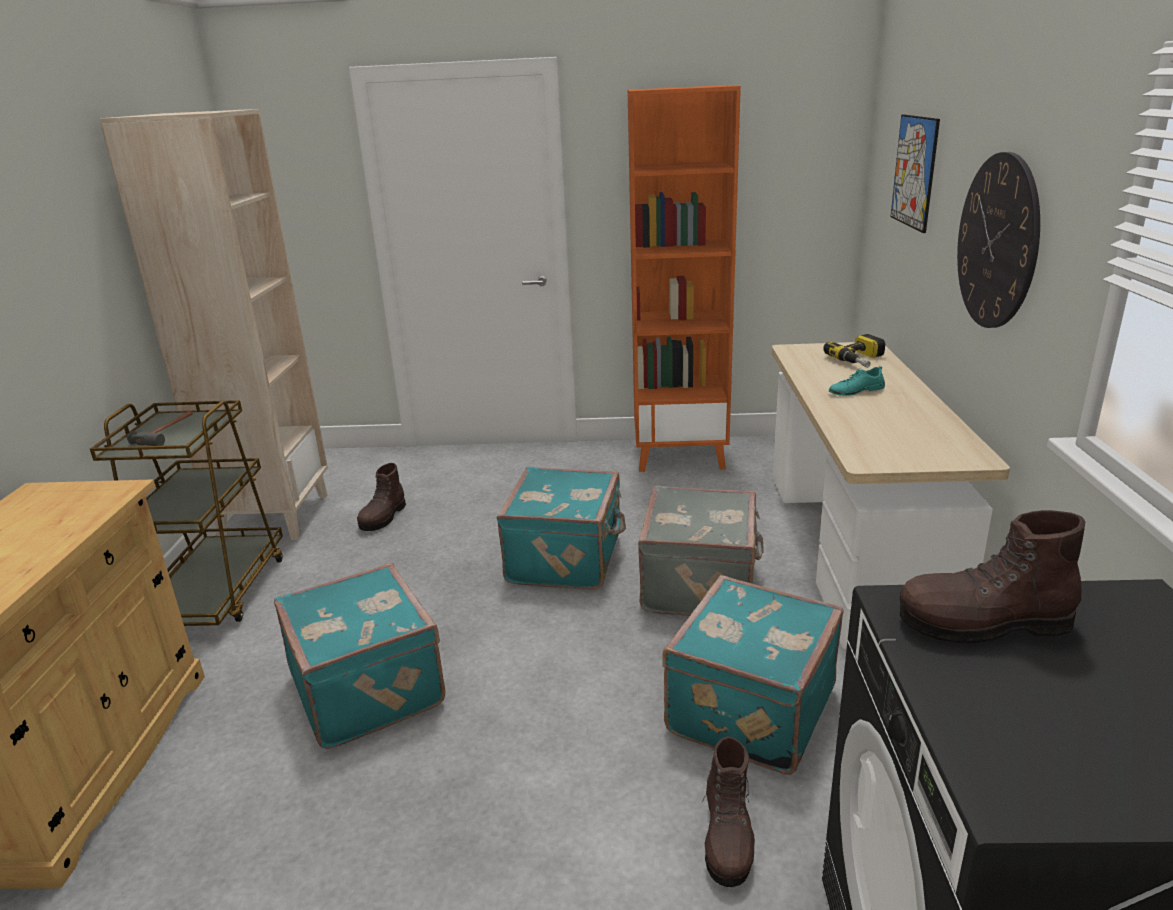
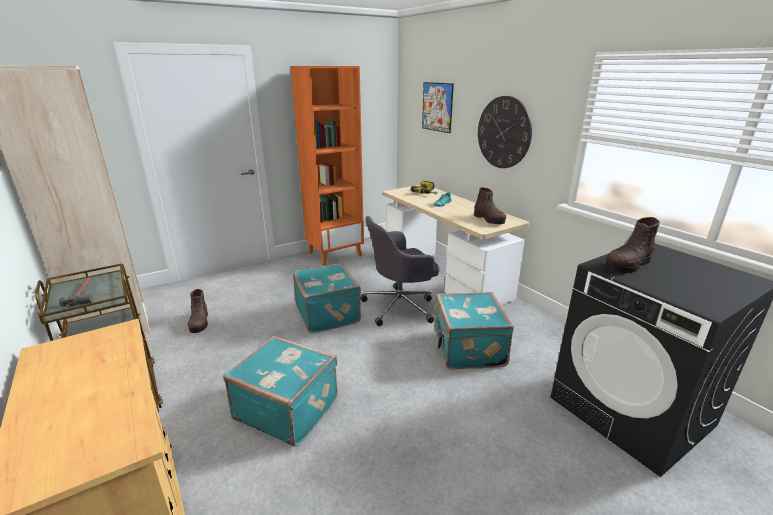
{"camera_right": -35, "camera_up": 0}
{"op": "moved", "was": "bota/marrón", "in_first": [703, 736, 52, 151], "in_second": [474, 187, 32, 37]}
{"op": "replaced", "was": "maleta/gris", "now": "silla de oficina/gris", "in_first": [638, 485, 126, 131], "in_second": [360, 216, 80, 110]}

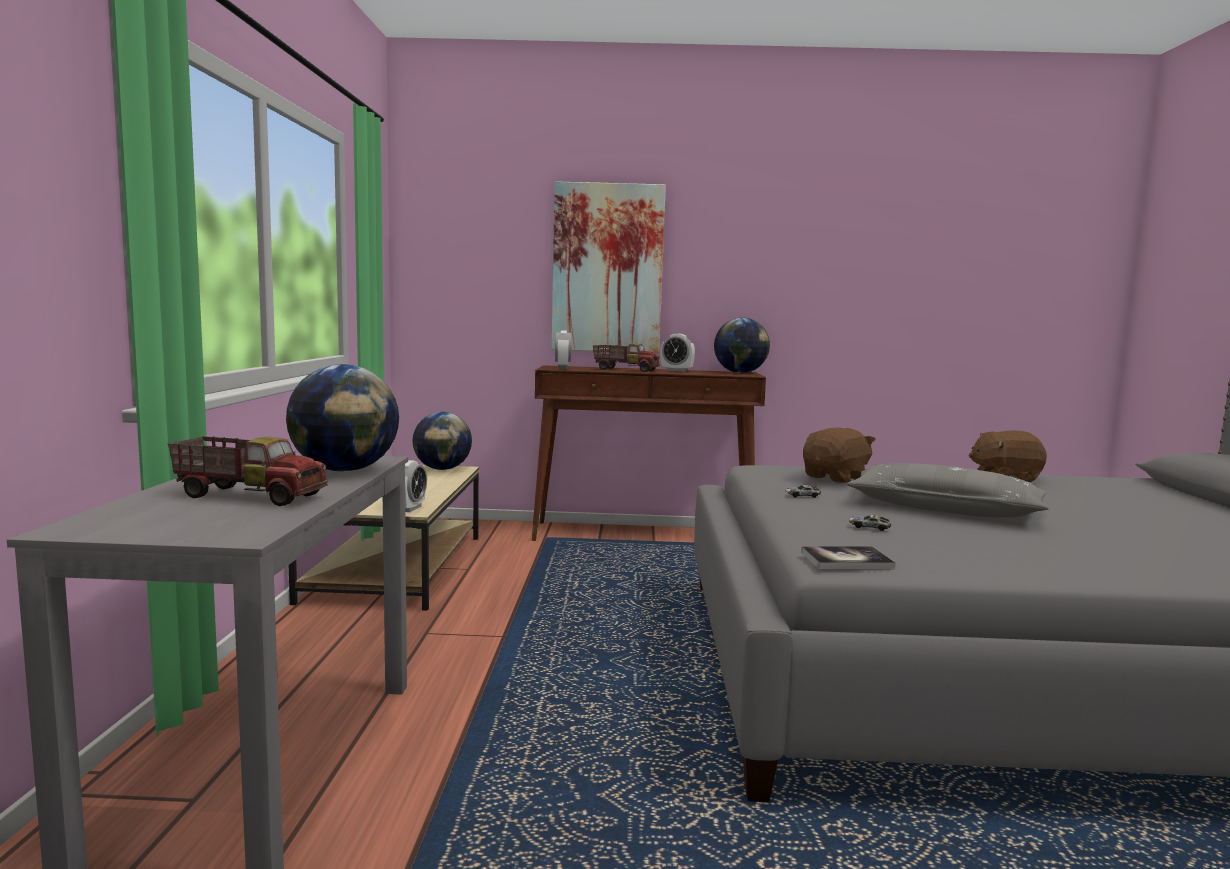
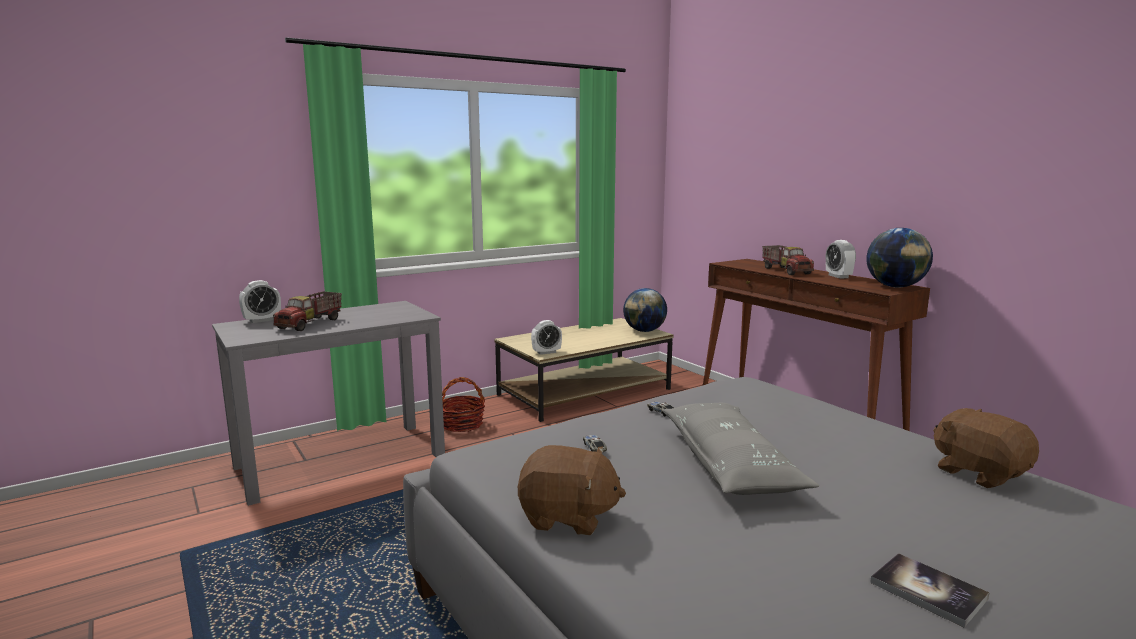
{"camera_right": 55, "camera_up": 5}
{"op": "removed", "was": "globo terráqueo", "in_first": [286, 364, 113, 108]}
{"op": "removed", "was": "cuadro", "in_first": [552, 181, 114, 172]}
{"op": "added", "now": "cesta", "in_second": [442, 377, 43, 55]}
{"op": "moved", "was": "despertador", "in_first": [555, 330, 16, 39], "in_second": [239, 280, 42, 43]}
{"op": "moved", "was": "libro", "in_first": [801, 546, 94, 23], "in_second": [870, 553, 119, 74]}
{"op": "moved", "was": "peluche/marrón", "in_first": [803, 428, 73, 55], "in_second": [518, 445, 108, 90]}
{"op": "turned", "was": "camión de juguete", "in_first": [168, 436, 160, 70], "in_second": [273, 291, 69, 40], "clockwise": 45}

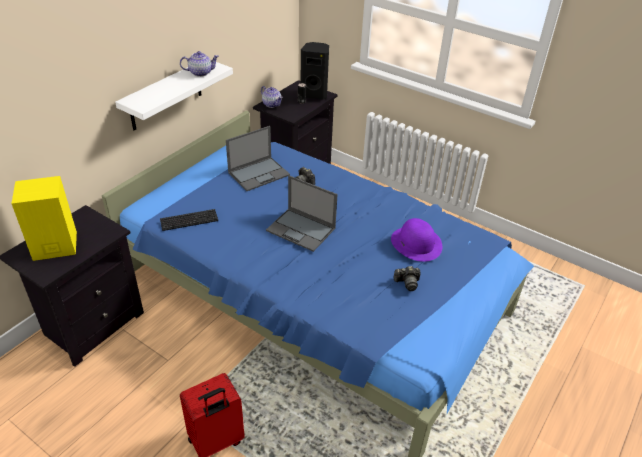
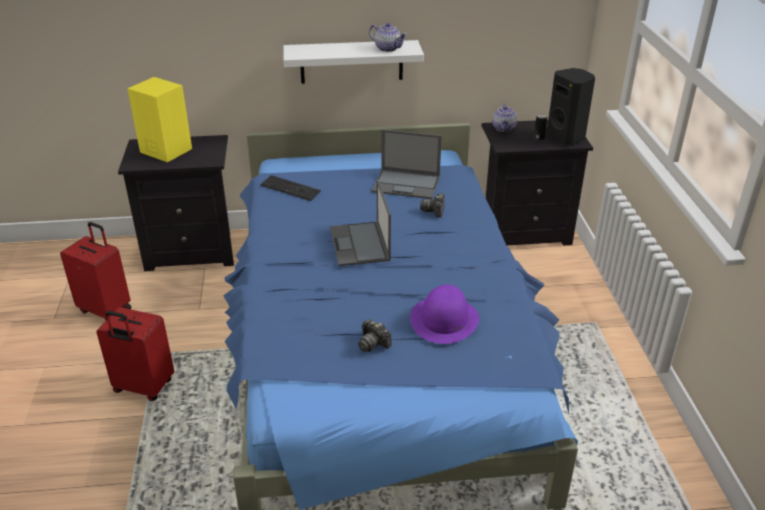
{"camera_right": 50, "camera_up": -5}
{"op": "added", "now": "maleta/rojo", "in_second": [60, 222, 71, 98]}

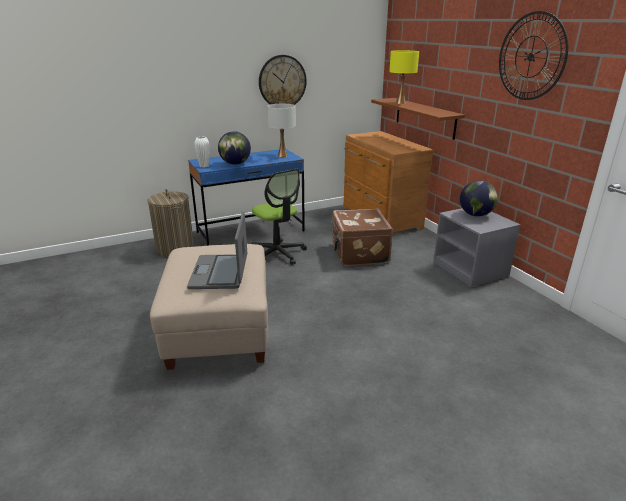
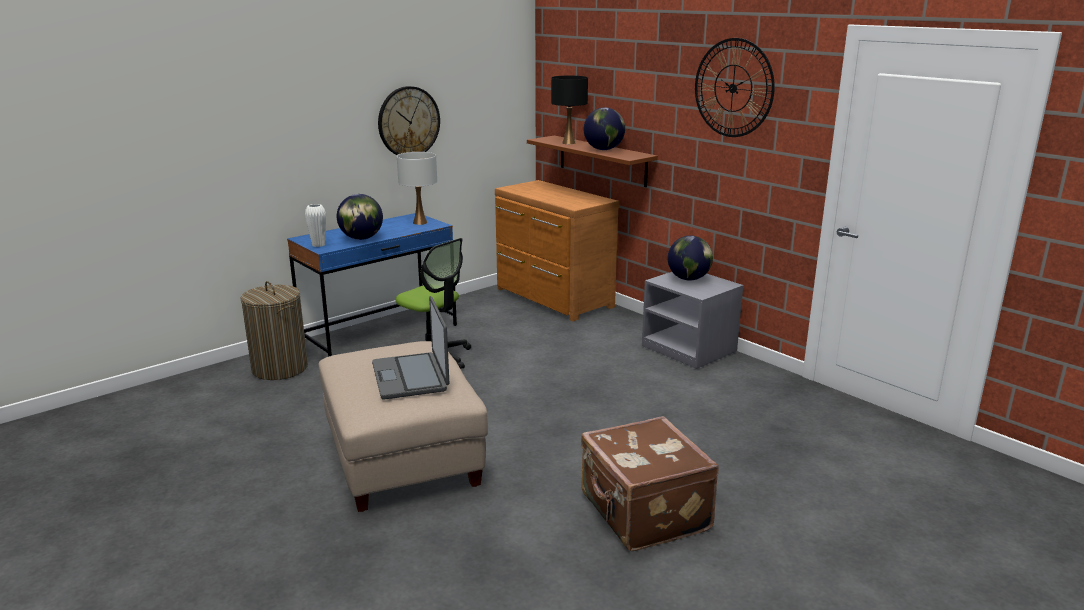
{"camera_right": -15, "camera_up": -5}
{"op": "added", "now": "globo terráqueo", "in_second": [584, 107, 41, 43]}
{"op": "moved", "was": "maleta/marrón", "in_first": [331, 209, 62, 57], "in_second": [581, 416, 138, 135]}
{"op": "recoloured", "was": "lámpara de mesa/amarillo", "now": "lámpara de mesa/negro", "in_first": [389, 50, 30, 54], "in_second": [551, 76, 37, 68]}

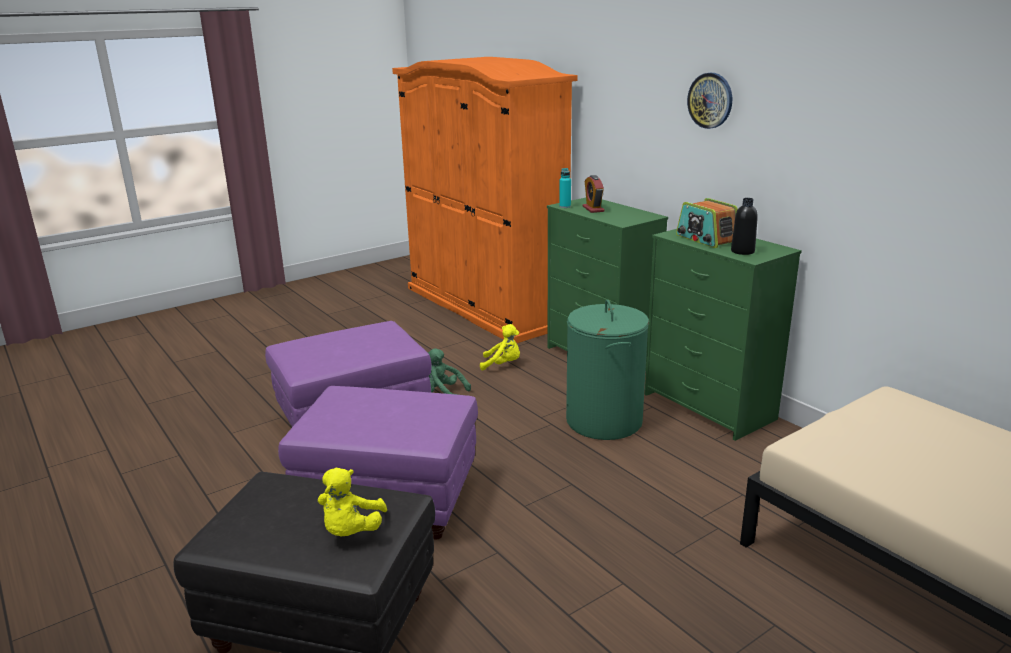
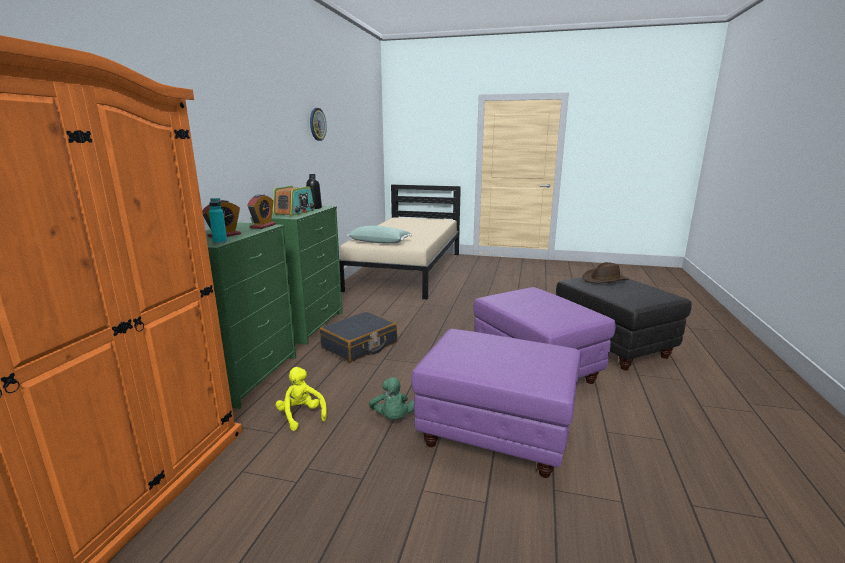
{"camera_right": -130, "camera_up": -5}
{"op": "added", "now": "despertador", "in_second": [247, 194, 29, 35]}
{"op": "added", "now": "cojín/verde", "in_second": [347, 226, 65, 18]}
{"op": "moved", "was": "reloj de pared", "in_first": [687, 73, 45, 56], "in_second": [310, 108, 17, 33]}
{"op": "replaced", "was": "peluche/amarillo", "now": "sombrero/marrón", "in_first": [318, 468, 69, 68], "in_second": [582, 262, 47, 21]}
{"op": "replaced", "was": "cesto de la ropa/verde", "now": "maleta/negro", "in_first": [566, 299, 83, 141], "in_second": [319, 311, 78, 51]}

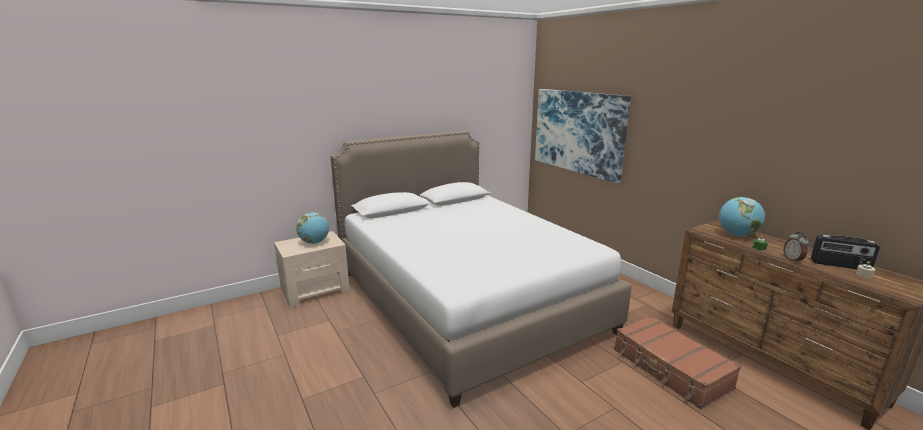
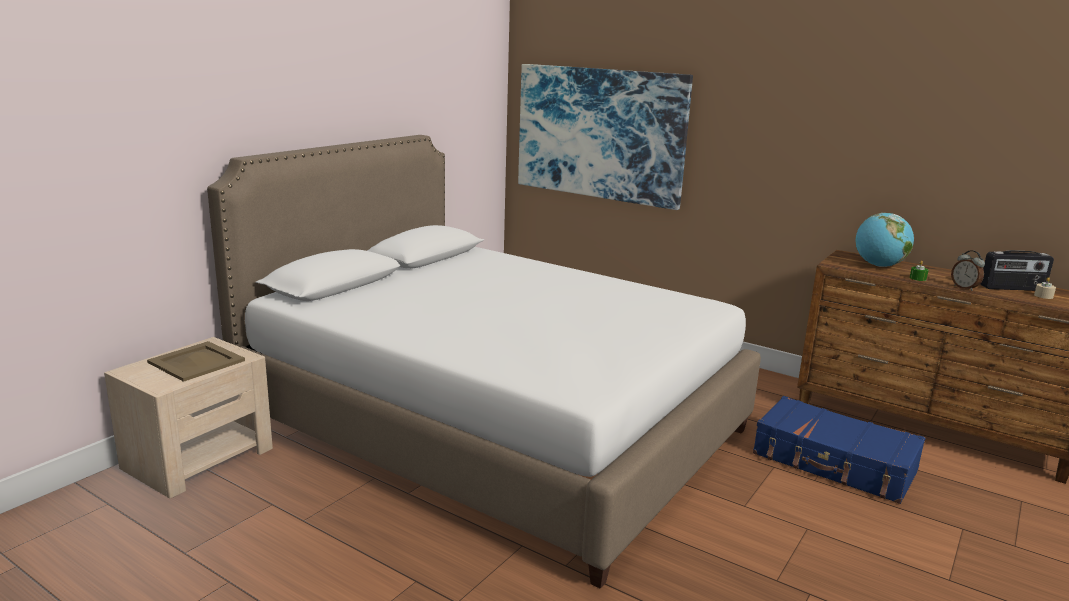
{"camera_right": -25, "camera_up": 0}
{"op": "replaced", "was": "globo terráqueo", "now": "bandeja/beis", "in_first": [296, 212, 33, 32], "in_second": [147, 341, 98, 41]}
{"op": "recoloured", "was": "maleta/marrón", "now": "maleta/azul", "in_first": [614, 316, 127, 93], "in_second": [753, 396, 172, 108]}

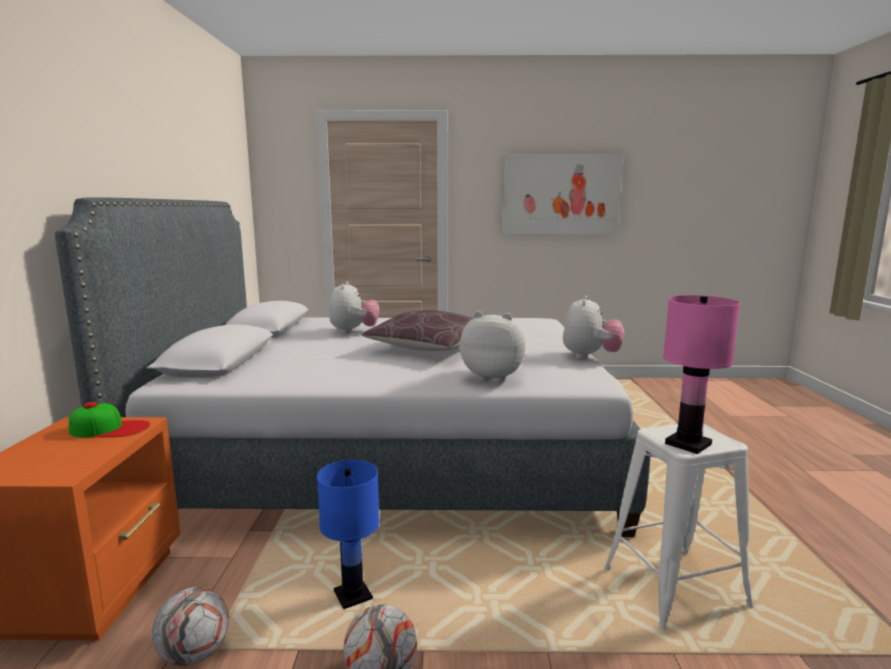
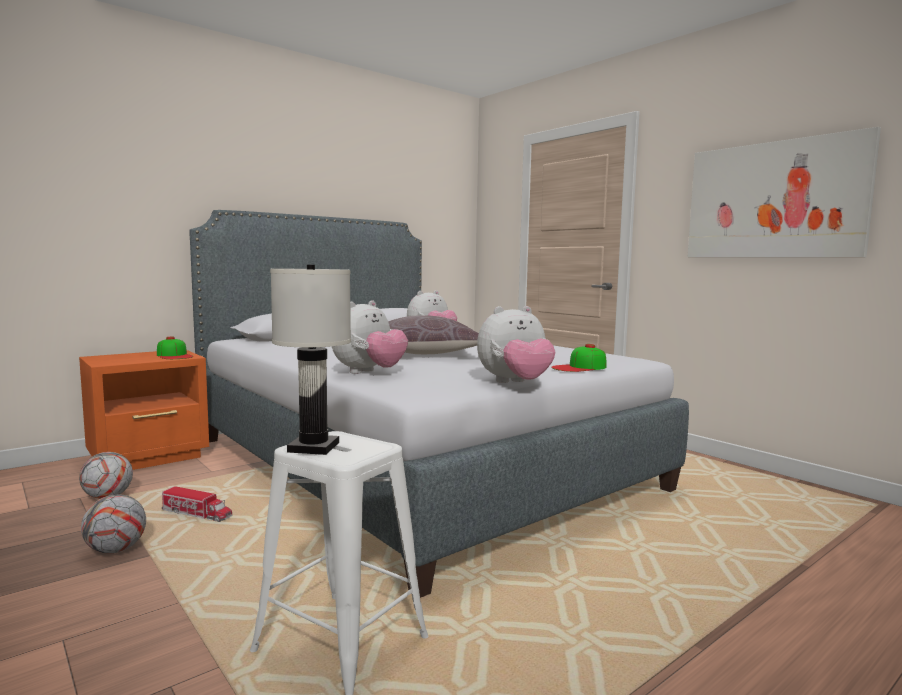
{"camera_right": 50, "camera_up": -5}
{"op": "added", "now": "gorra", "in_second": [551, 344, 56, 28]}
{"op": "replaced", "was": "lámpara de mesa/azul", "now": "camión de juguete", "in_first": [317, 460, 63, 149], "in_second": [162, 486, 70, 36]}
{"op": "recoloured", "was": "lámpara de mesa/rosa", "now": "lámpara de mesa/blanco", "in_first": [663, 295, 77, 159], "in_second": [270, 265, 81, 190]}
{"op": "turned", "was": "peluche", "in_first": [460, 311, 65, 72], "in_second": [332, 300, 76, 74], "clockwise": 60}

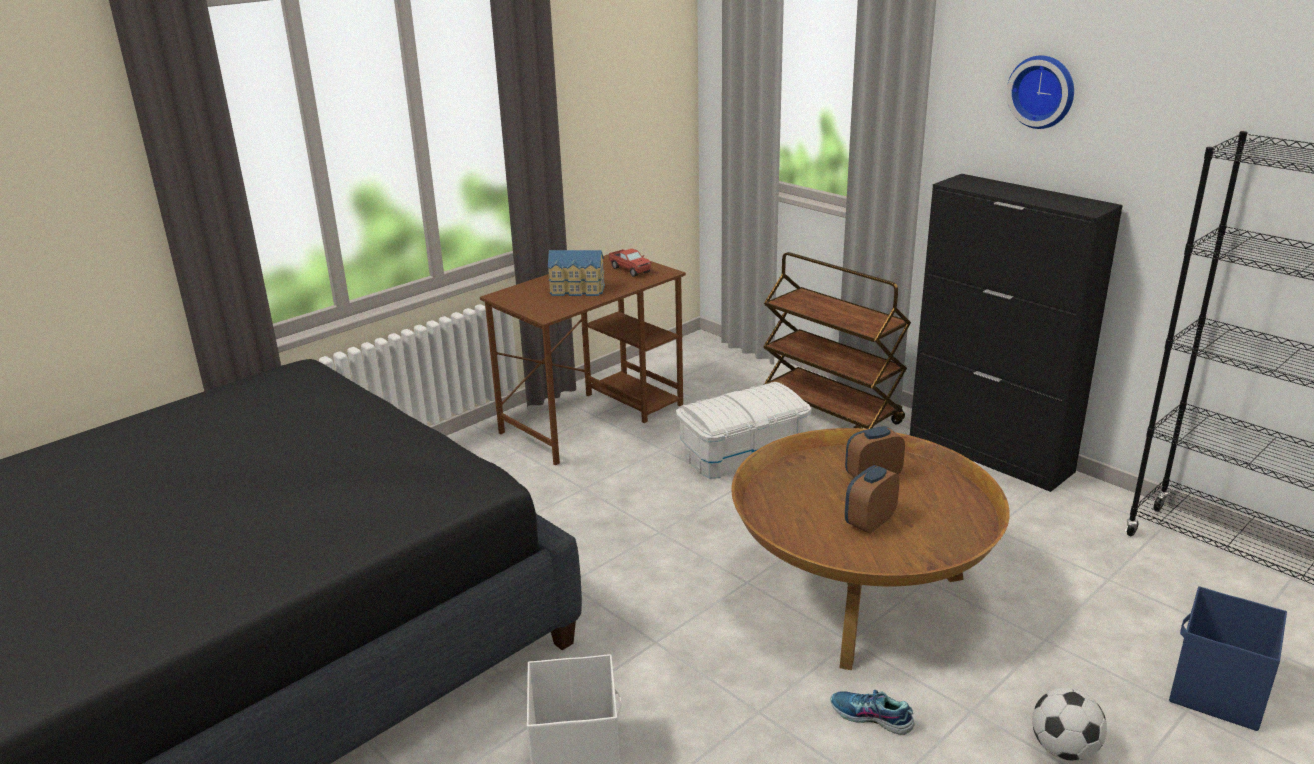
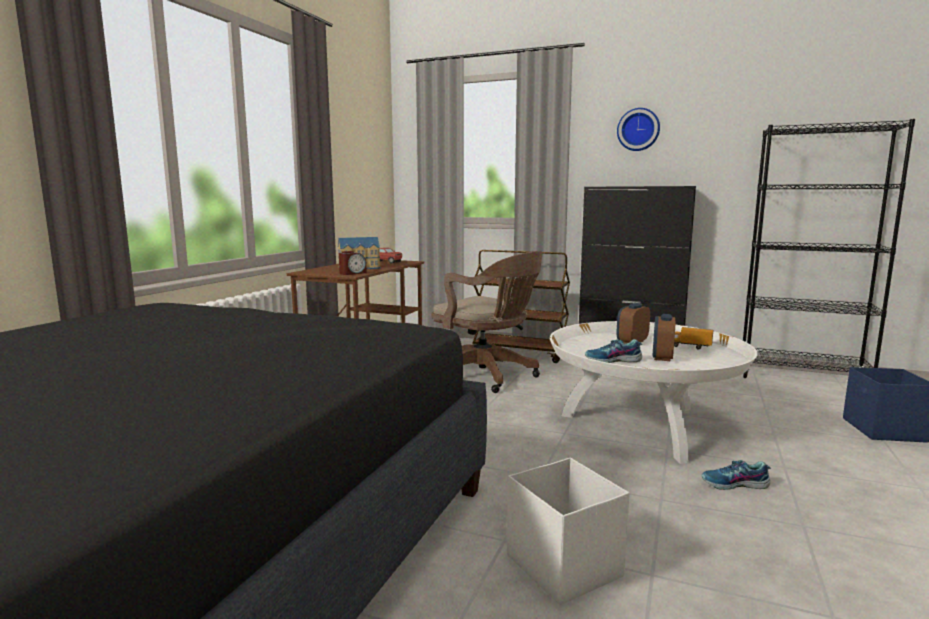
{"camera_right": -25, "camera_up": -15}
{"op": "removed", "was": "balón de fútbol", "in_first": [1032, 688, 75, 73]}
{"op": "added", "now": "despertador", "in_second": [339, 251, 28, 24]}
{"op": "added", "now": "zapato", "in_second": [585, 339, 57, 24]}
{"op": "added", "now": "camión de juguete", "in_second": [674, 327, 39, 23]}
{"op": "replaced", "was": "caja de almacenaje/blanco", "now": "silla de oficina/marrón", "in_first": [676, 382, 135, 97], "in_second": [431, 251, 112, 142]}
{"op": "recoloured", "was": "mesa de centro/marrón", "now": "mesa de centro/blanco", "in_first": [731, 428, 279, 242], "in_second": [550, 321, 208, 143]}

